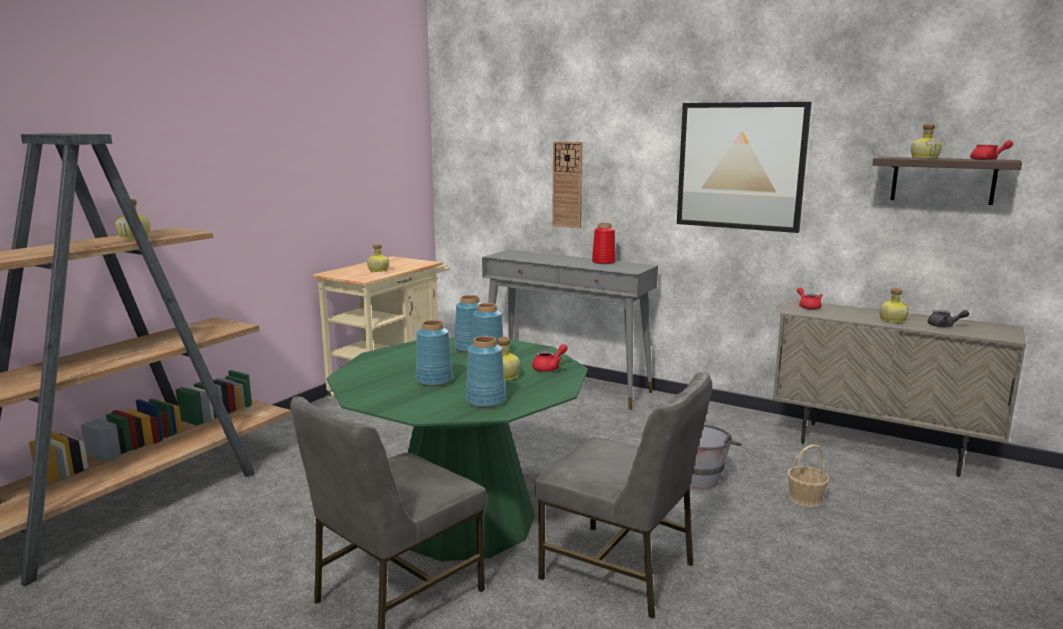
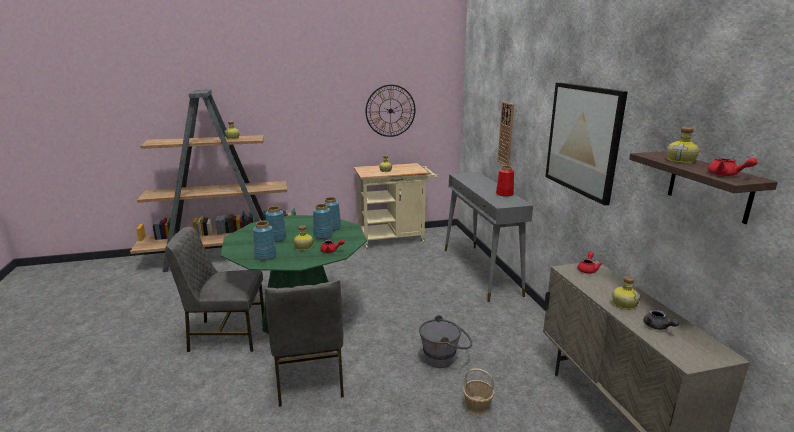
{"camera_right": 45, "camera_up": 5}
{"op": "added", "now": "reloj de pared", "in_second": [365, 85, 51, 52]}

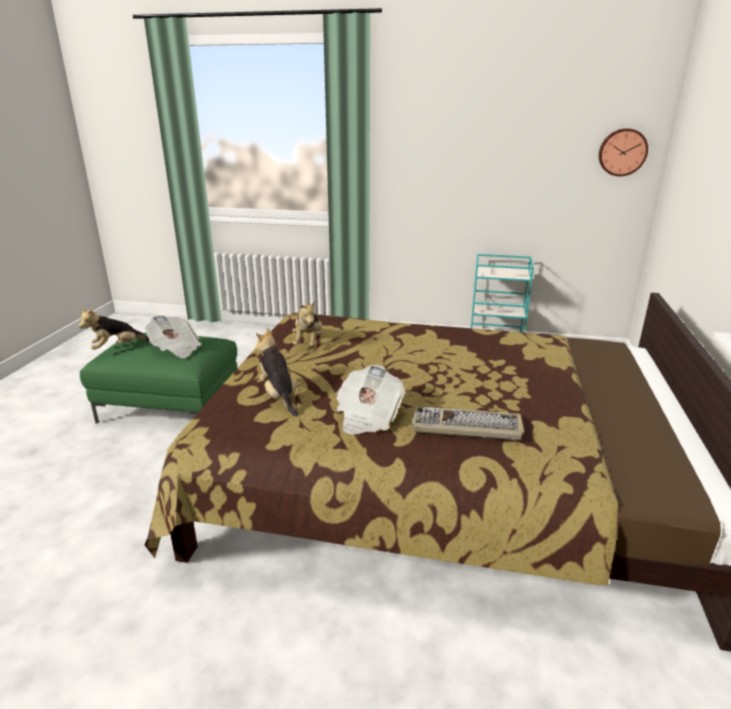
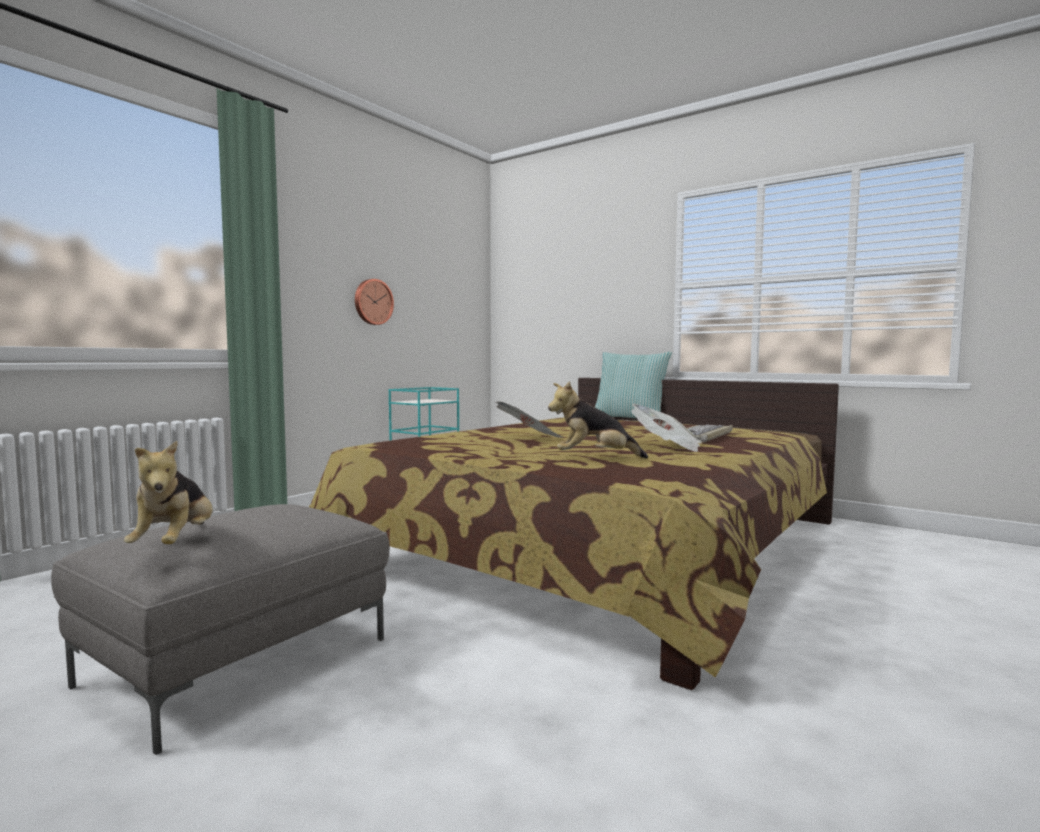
{"camera_right": -65, "camera_up": -20}
{"op": "removed", "was": "peluche", "in_first": [292, 301, 30, 46]}
{"op": "added", "now": "cojín", "in_second": [595, 352, 77, 67]}
{"op": "moved", "was": "periódico", "in_first": [145, 315, 56, 43], "in_second": [496, 402, 67, 36]}
{"op": "moved", "was": "reloj de pared", "in_first": [599, 128, 49, 48], "in_second": [355, 279, 39, 46]}
{"op": "recoloured", "was": "puf/verde", "now": "puf/gris", "in_first": [80, 333, 157, 91], "in_second": [51, 504, 339, 251]}

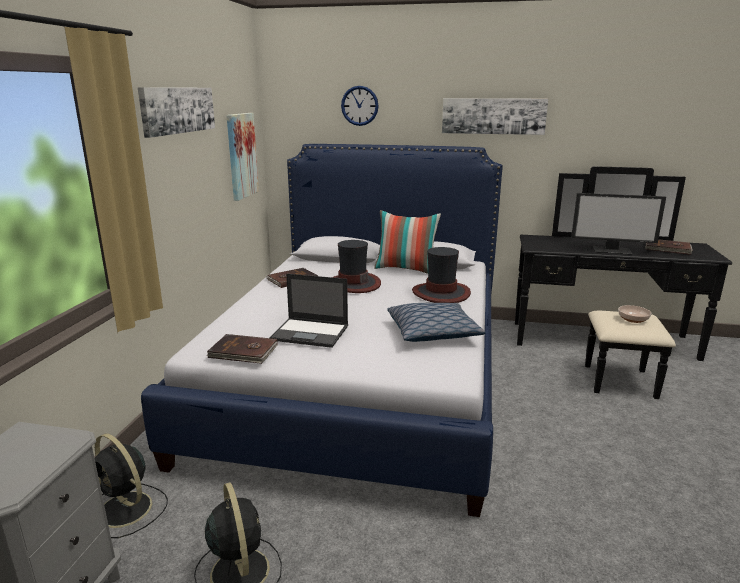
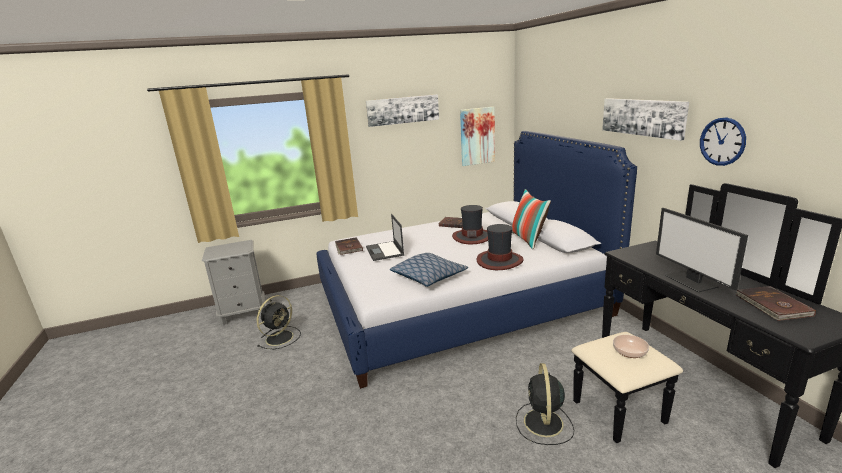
{"camera_right": 60, "camera_up": 0}
{"op": "moved", "was": "ventilador/negro", "in_first": [95, 434, 73, 104], "in_second": [516, 363, 58, 82]}
{"op": "moved", "was": "reloj de pared", "in_first": [341, 86, 38, 40], "in_second": [700, 117, 46, 49]}

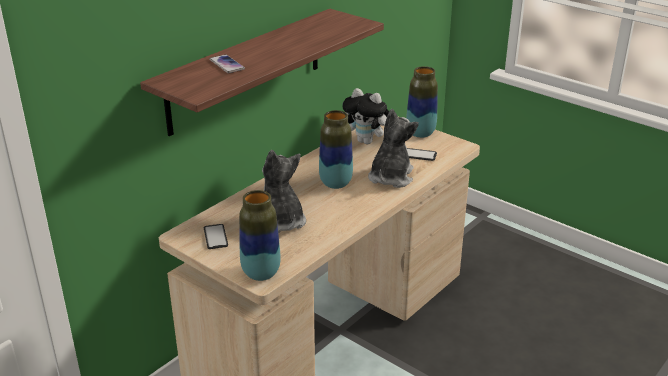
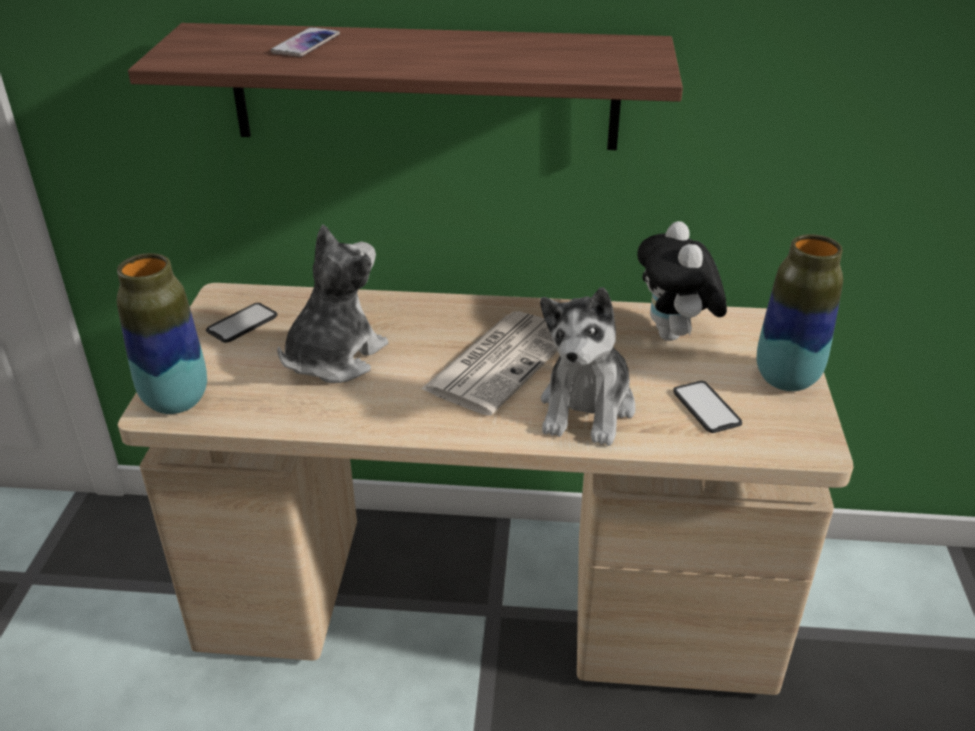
{"camera_right": 55, "camera_up": 5}
{"op": "replaced", "was": "florero", "now": "periódico", "in_first": [319, 110, 34, 79], "in_second": [420, 311, 137, 105]}
{"op": "turned", "was": "peluche", "in_first": [368, 109, 51, 79], "in_second": [540, 287, 96, 159], "clockwise": 120}

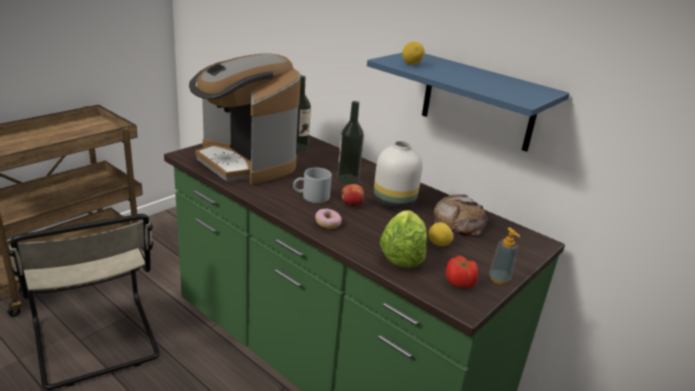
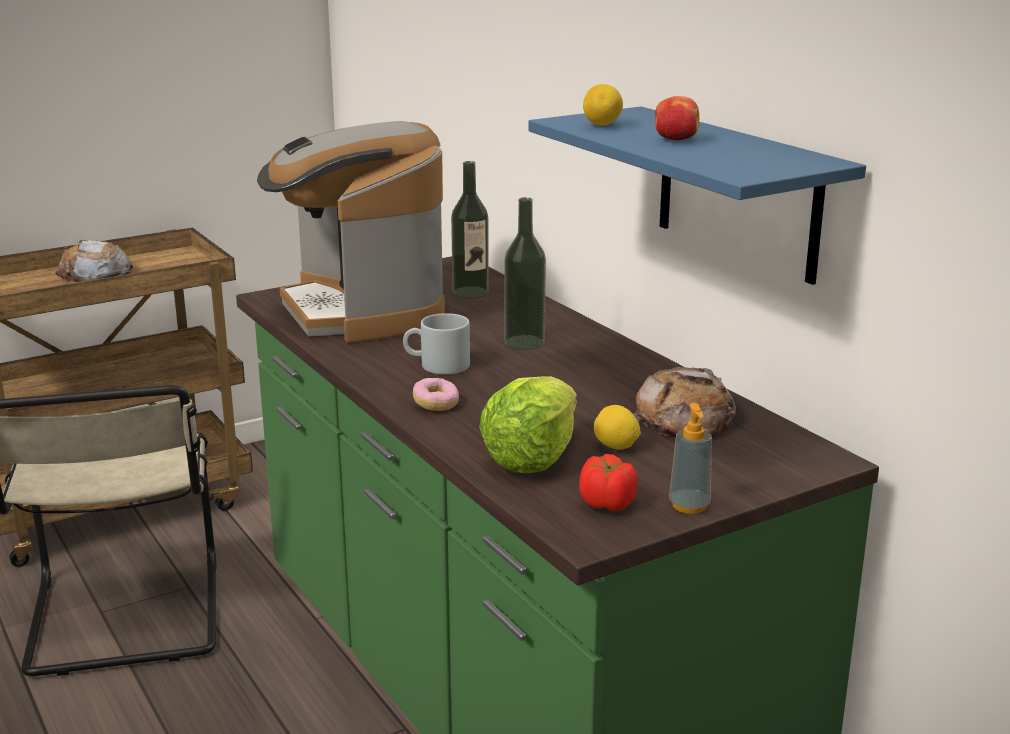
{"camera_right": 20, "camera_up": -5}
{"op": "removed", "was": "florero/blanco", "in_first": [374, 141, 49, 68]}
{"op": "added", "now": "pan", "in_second": [55, 240, 78, 42]}
{"op": "moved", "was": "manzana", "in_first": [342, 184, 22, 22], "in_second": [655, 96, 44, 44]}

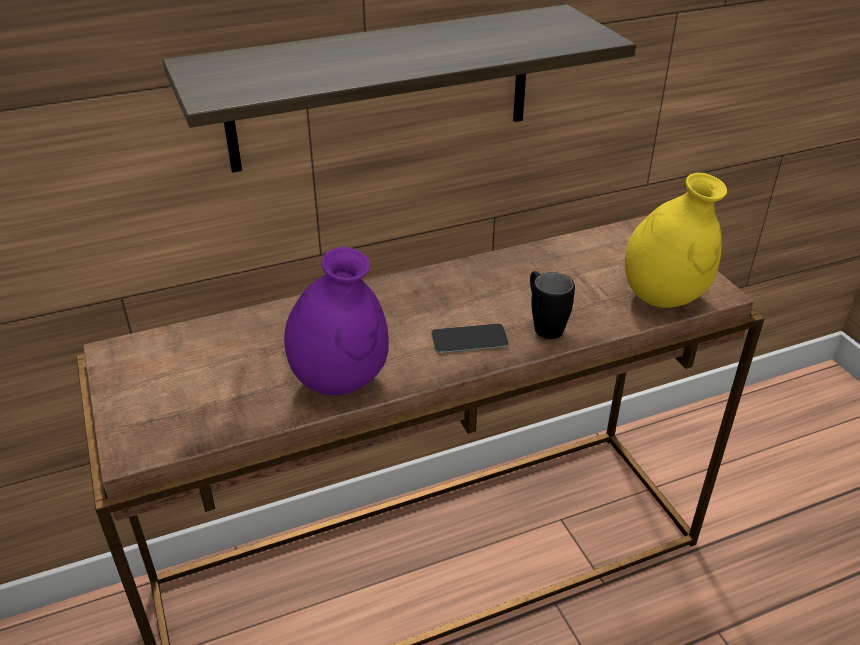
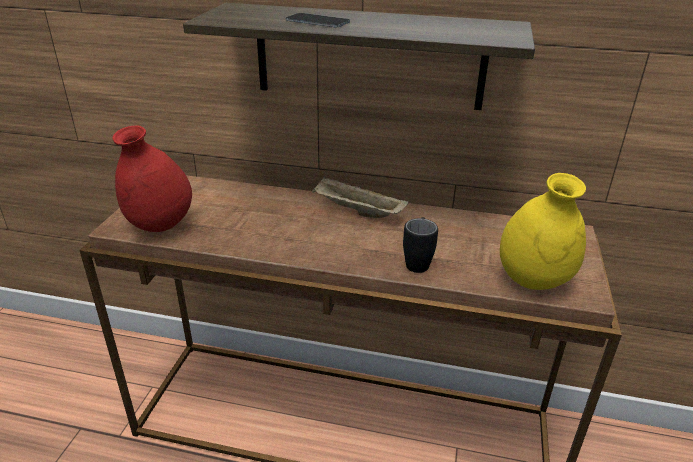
{"camera_right": 35, "camera_up": -5}
{"op": "removed", "was": "florero/morado", "in_first": [284, 247, 105, 149]}
{"op": "added", "now": "florero/rojo", "in_second": [112, 125, 80, 107]}
{"op": "added", "now": "bandeja/beis", "in_second": [312, 177, 97, 41]}
{"op": "moved", "was": "móvil", "in_first": [431, 324, 78, 29], "in_second": [286, 13, 64, 14]}

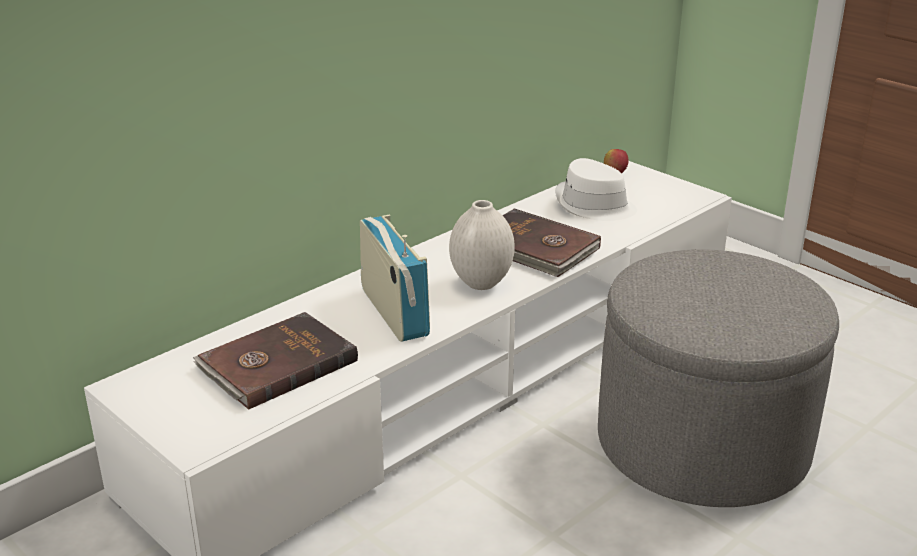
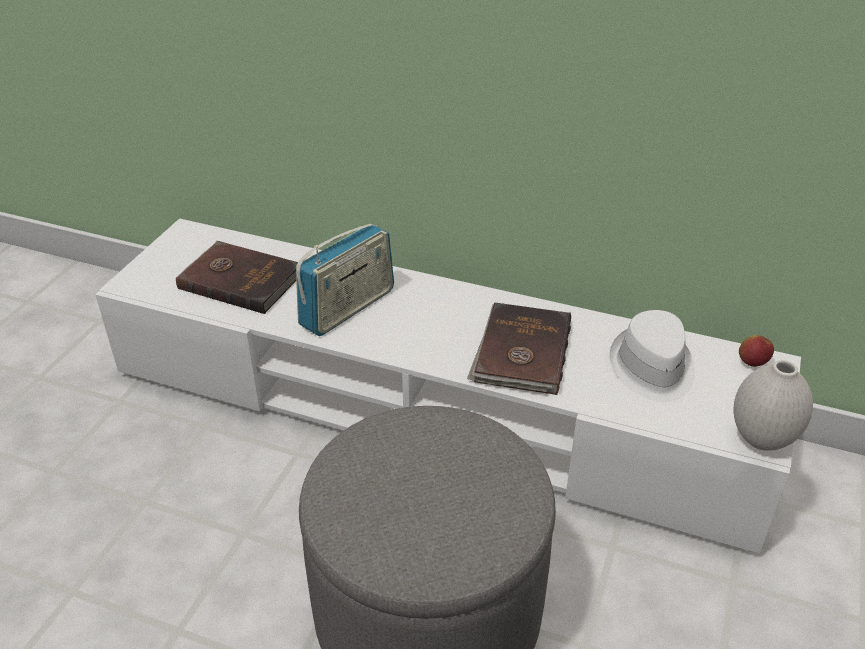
{"camera_right": 65, "camera_up": 10}
{"op": "moved", "was": "florero/blanco", "in_first": [449, 200, 66, 90], "in_second": [733, 360, 80, 91]}

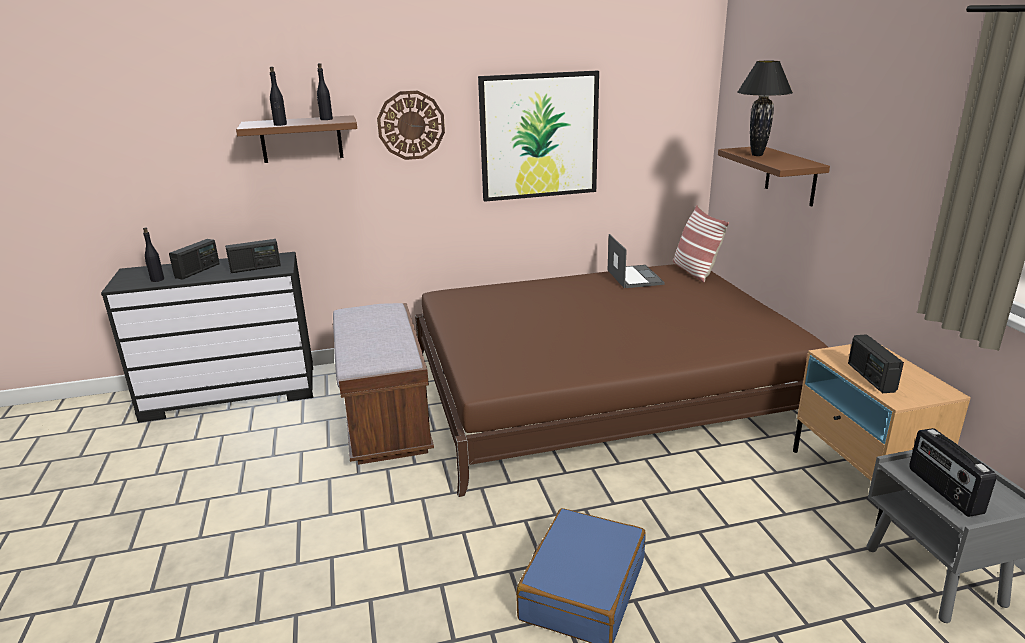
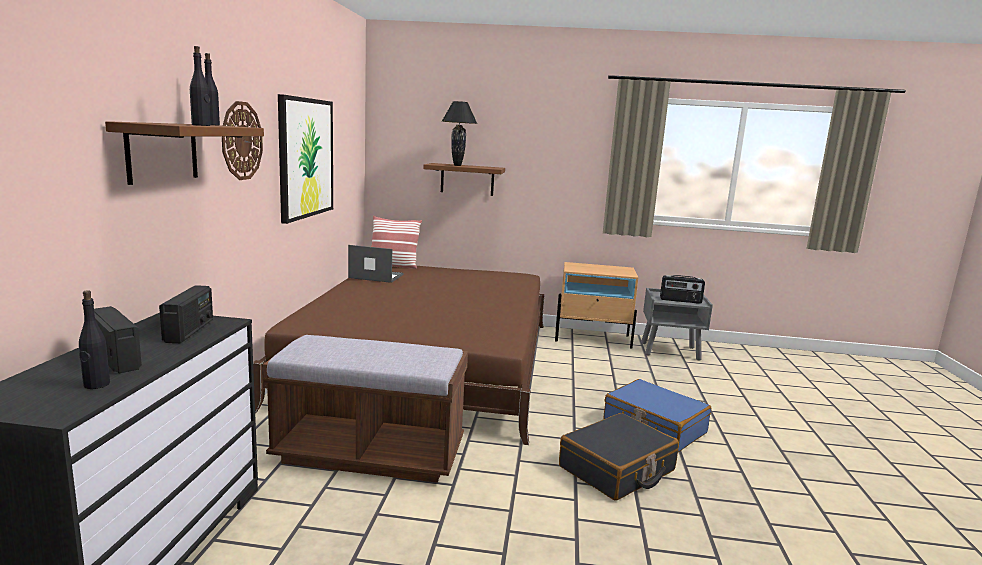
{"camera_right": -70, "camera_up": -10}
{"op": "removed", "was": "radio", "in_first": [848, 335, 56, 58]}
{"op": "added", "now": "maleta/negro", "in_second": [559, 413, 120, 88]}

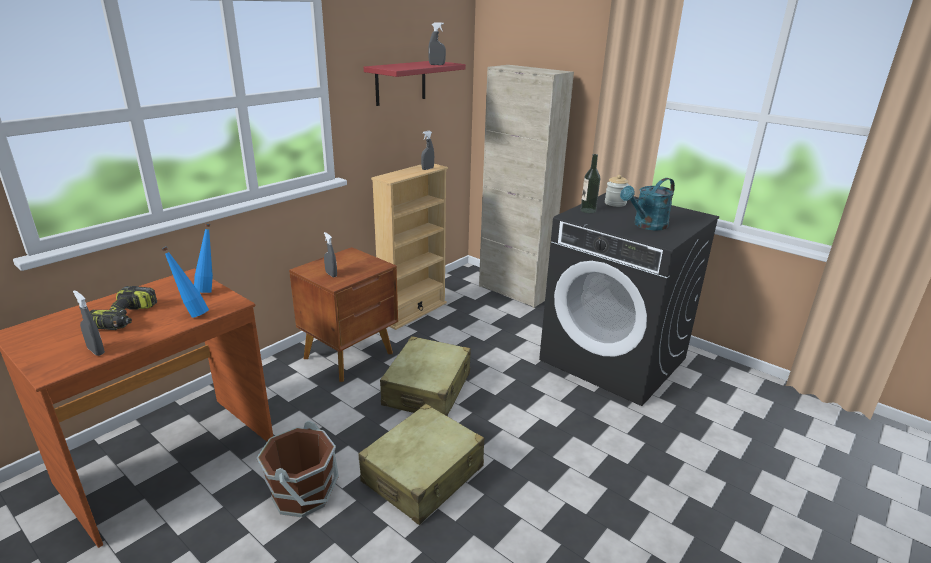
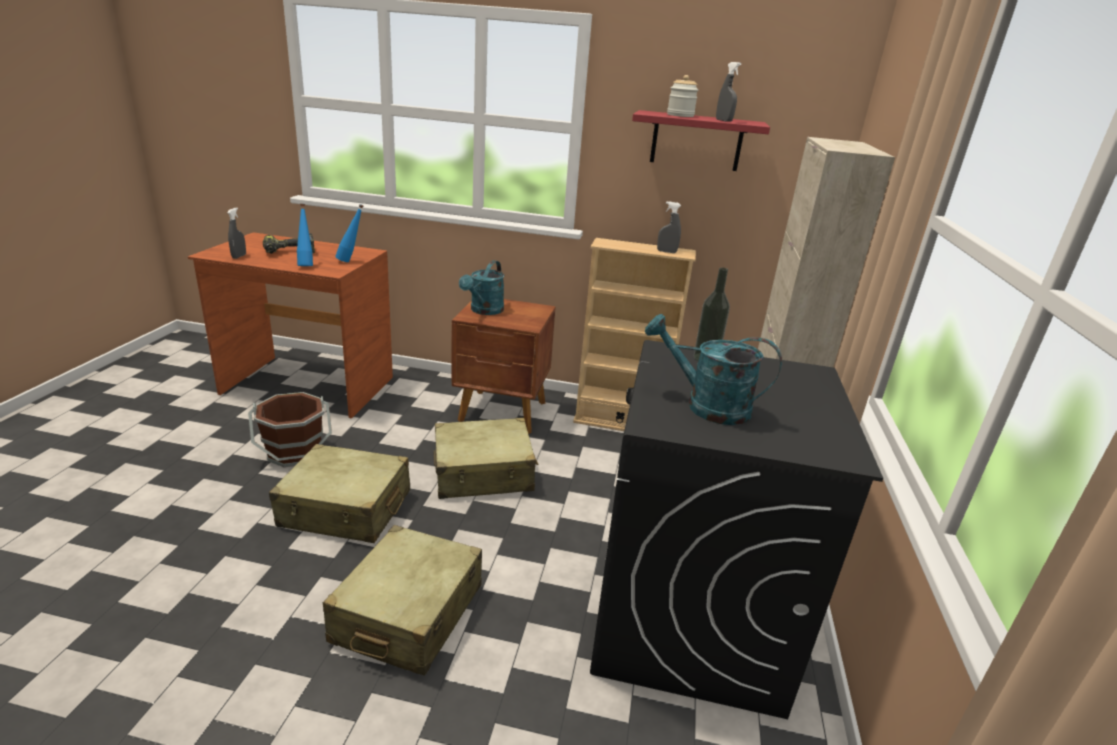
{"camera_right": 60, "camera_up": 0}
{"op": "added", "now": "maleta/beis", "in_second": [323, 525, 159, 151]}
{"op": "moved", "was": "tarro", "in_first": [605, 175, 25, 32], "in_second": [667, 75, 31, 42]}
{"op": "replaced", "was": "pulverizador/gris", "now": "regadera/turquesa", "in_first": [324, 232, 13, 45], "in_second": [459, 260, 45, 55]}

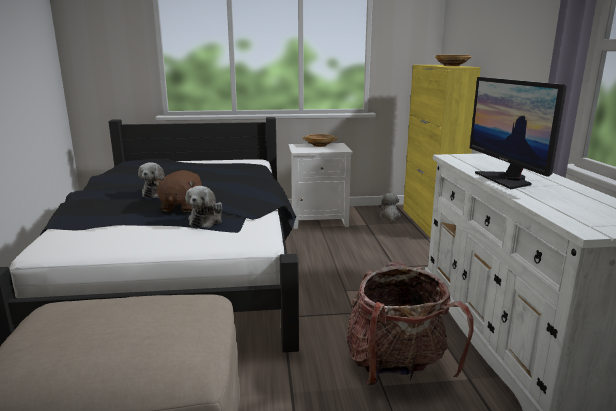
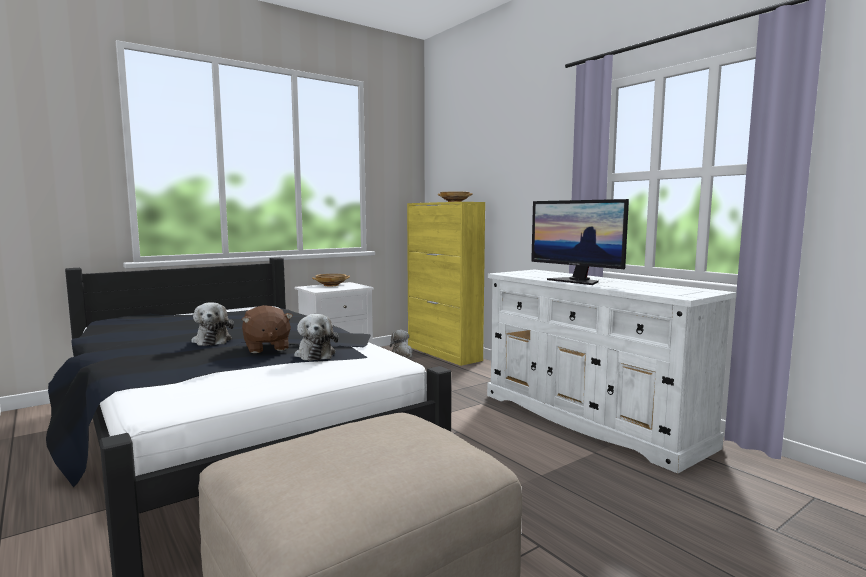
{"camera_right": -30, "camera_up": -10}
{"op": "removed", "was": "mochila", "in_first": [347, 262, 127, 123]}

